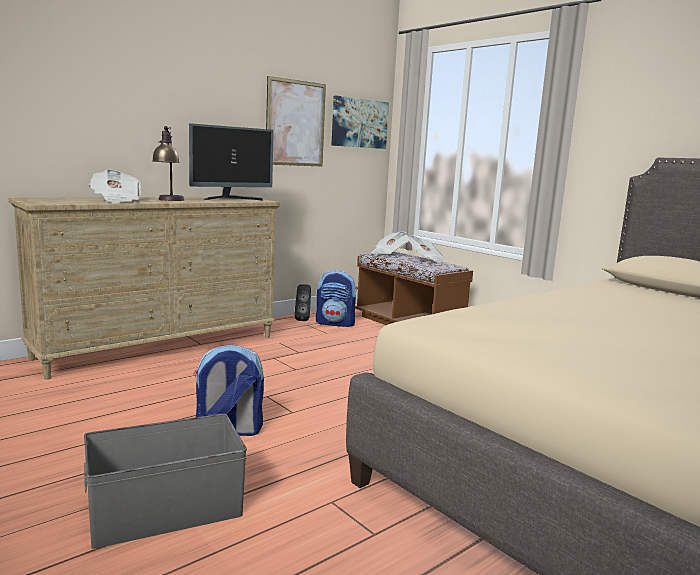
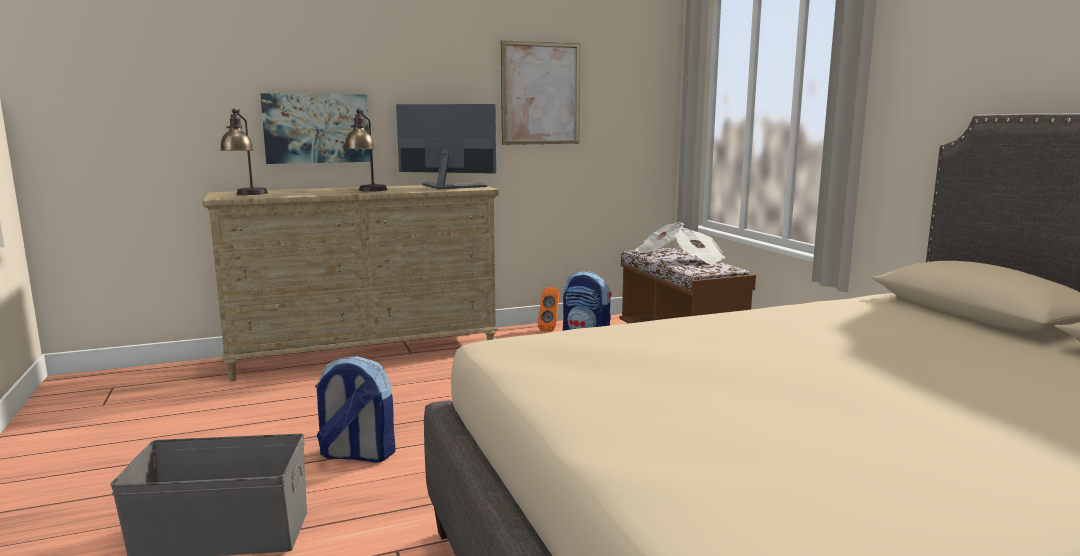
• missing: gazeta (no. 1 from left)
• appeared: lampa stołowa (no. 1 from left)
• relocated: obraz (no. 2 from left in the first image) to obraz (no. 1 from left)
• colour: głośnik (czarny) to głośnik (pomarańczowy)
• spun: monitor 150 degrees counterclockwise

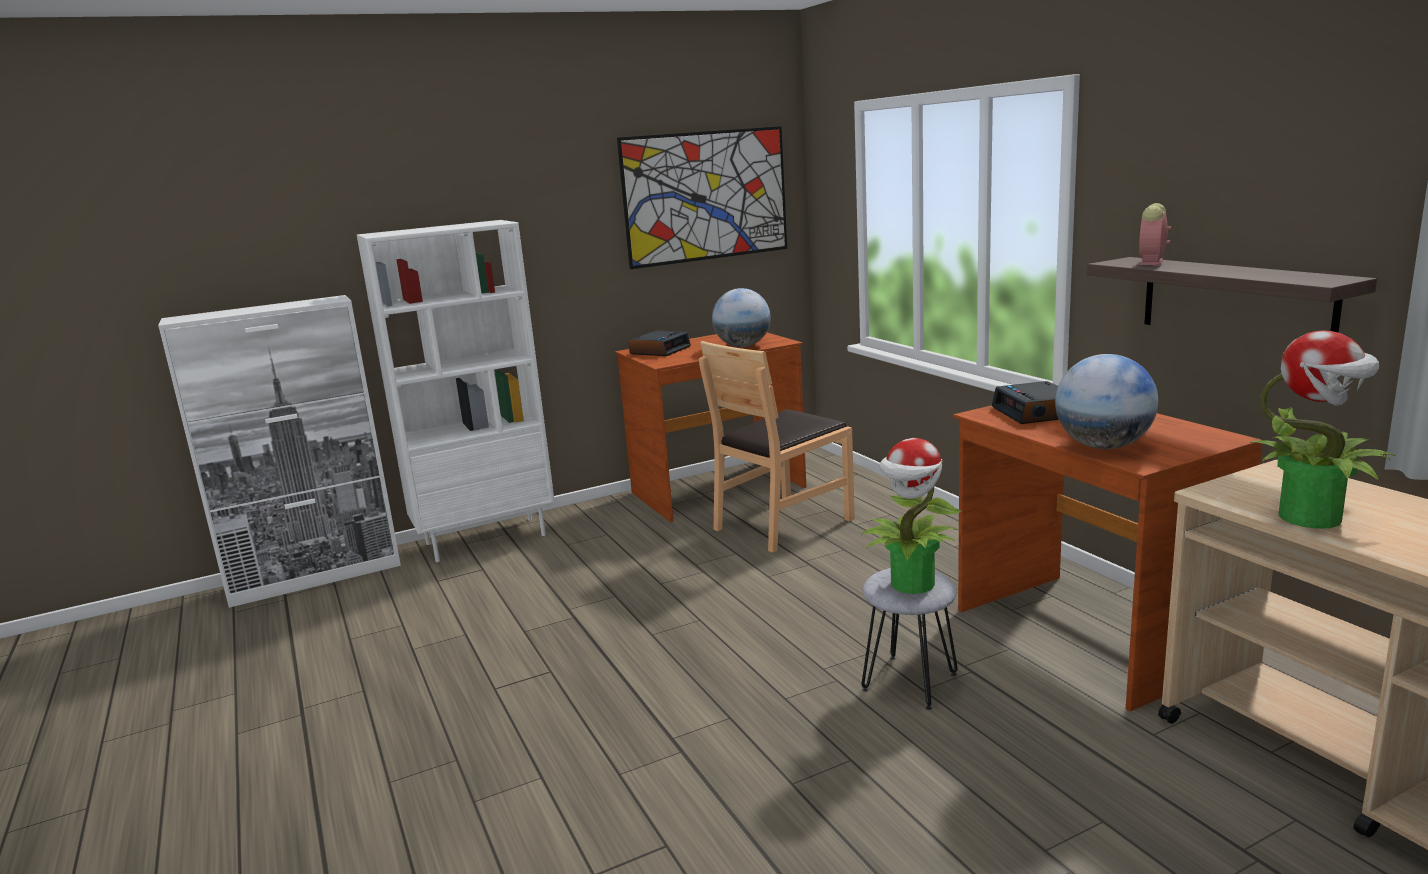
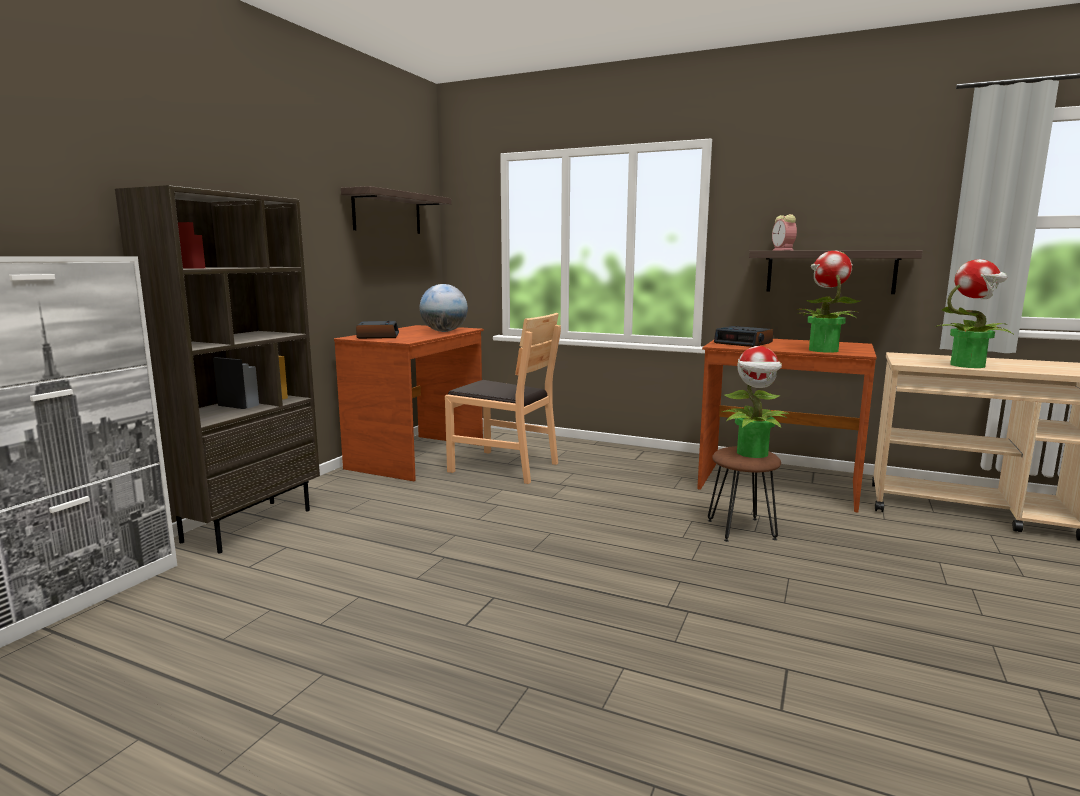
• exchanged: obraz to półka (no. 1 from left)
• exchanged: globus (no. 2 from left) to roślina doniczkowa (no. 2 from left)
• colour: regał (biały) to regał (brązowy)
• colour: stołek (szary) to stołek (brązowy)
• spun: krzesło (brązowy) 75 degrees counterclockwise

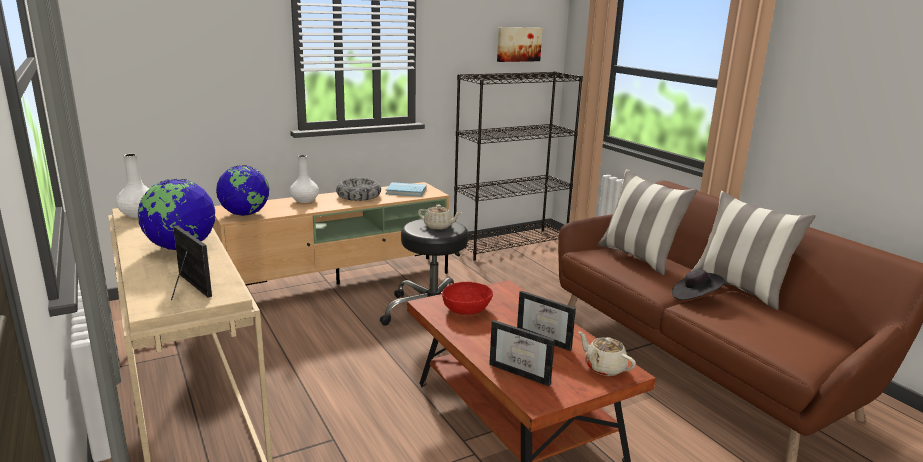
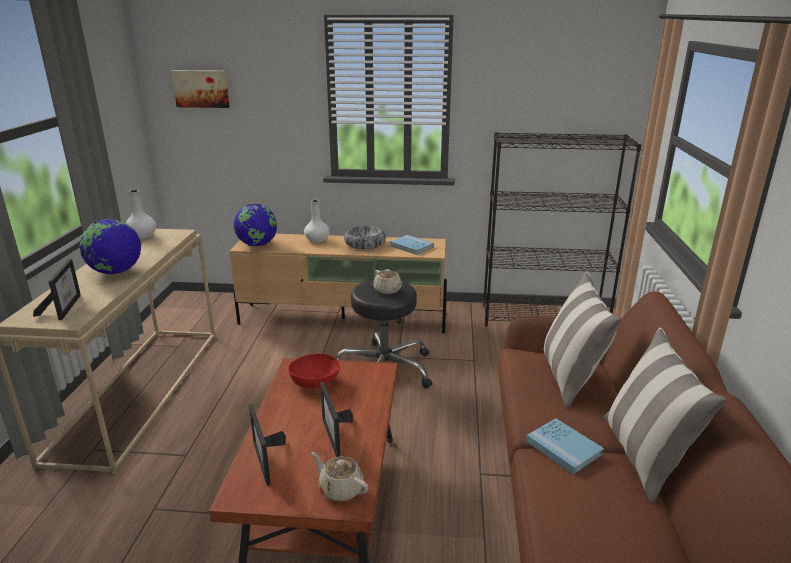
• relocated: obraz
• exchanged: kapelusz (czarny) to książka (niebieski) (no. 2 from left)
• spun: imbryk (beżowy) (no. 2 from left in the first image) 45 degrees counterclockwise

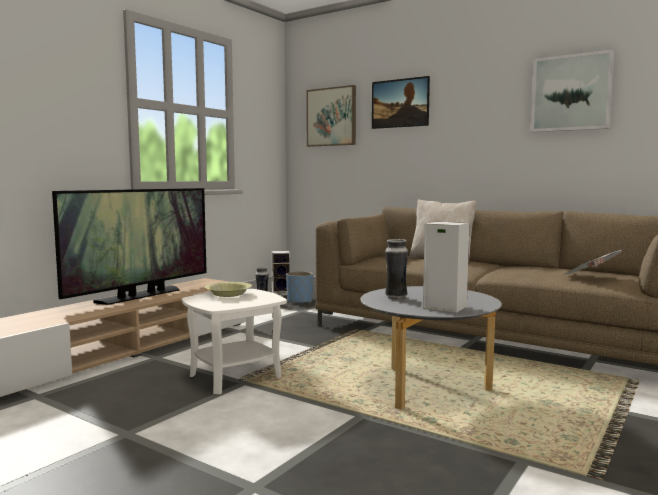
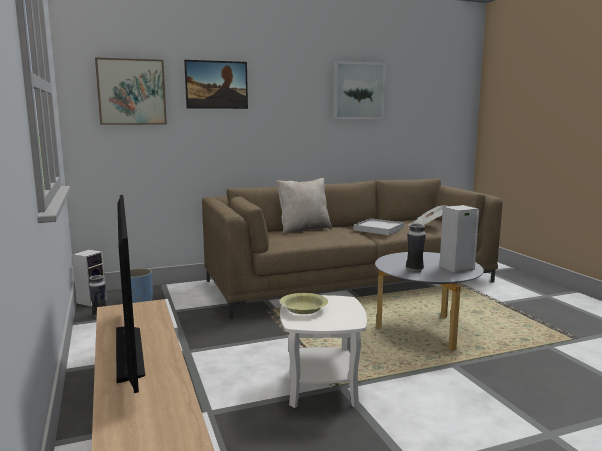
• appeared: taca (biały)

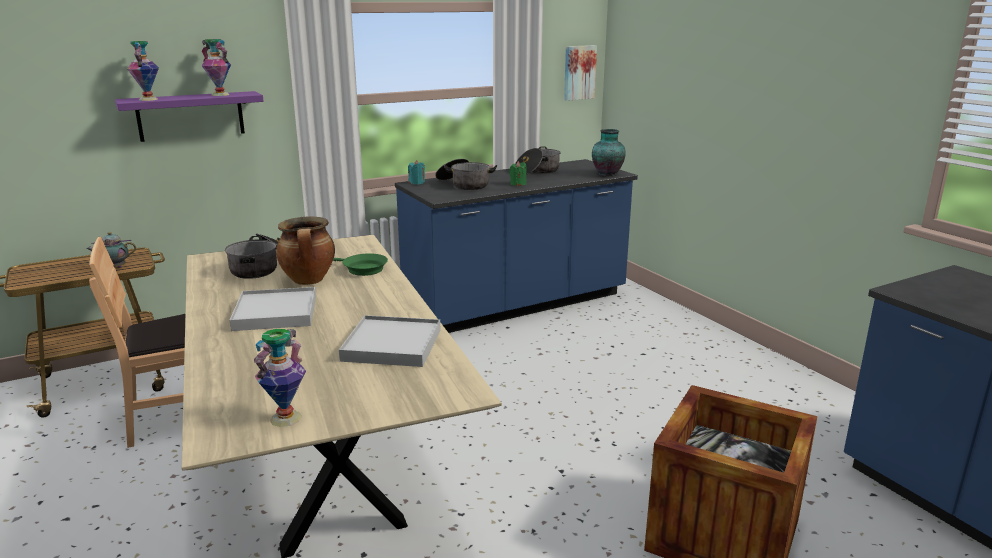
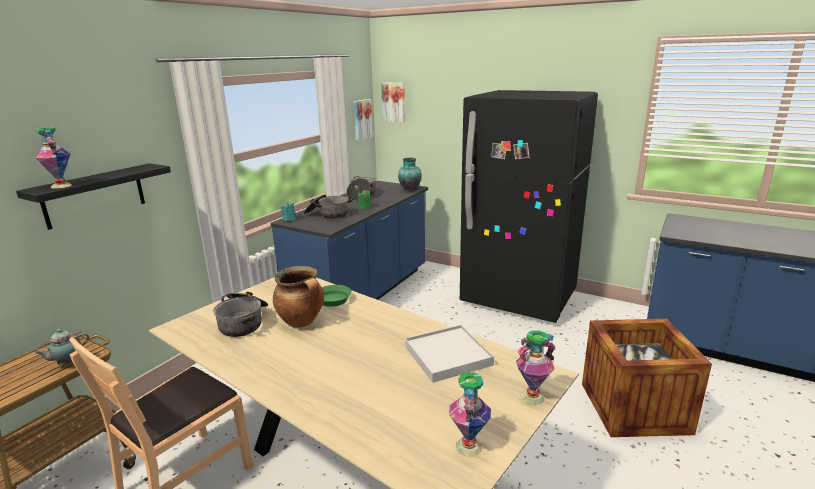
• missing: taca (biały) (no. 1 from left)
• appeared: obraz (no. 2 from left)
• appeared: lodówka (czarny)
• relocated: wazon (no. 2 from left in the first image) to wazon (no. 4 from left)
• colour: półka (fioletowy) to półka (czarny)

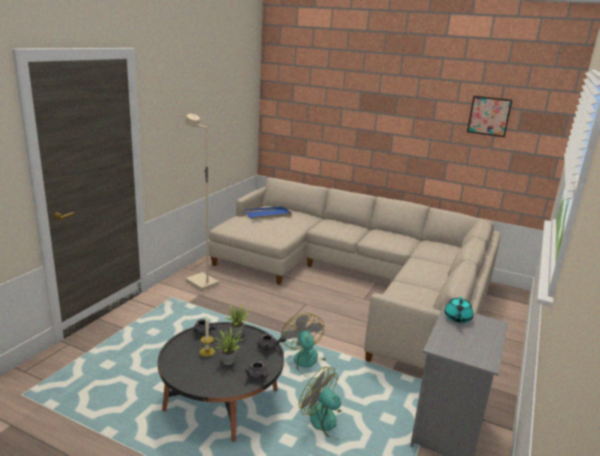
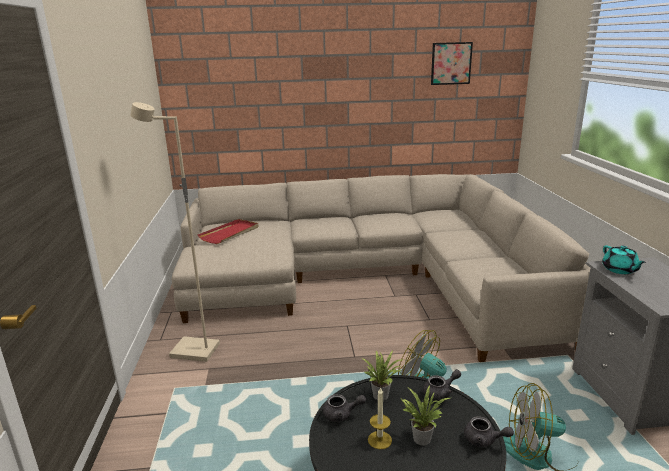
• colour: taca (niebieski) to taca (czerwony)

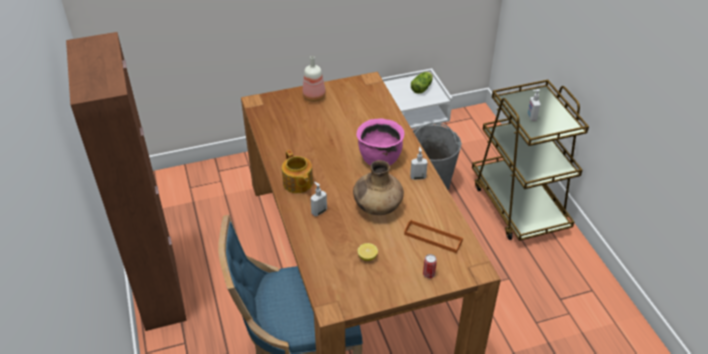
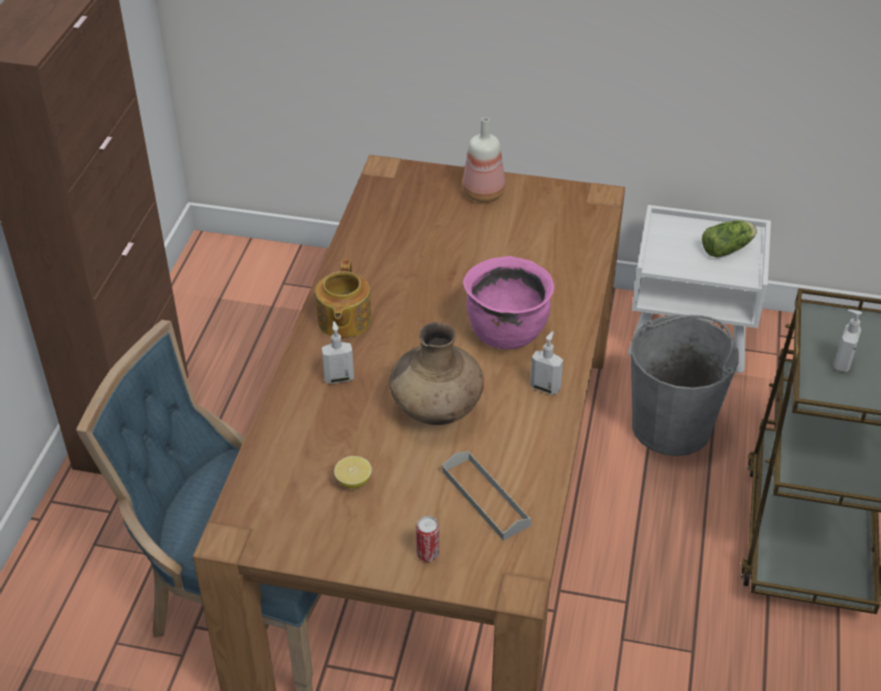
• colour: taca (pomarańczowy) to taca (szary)

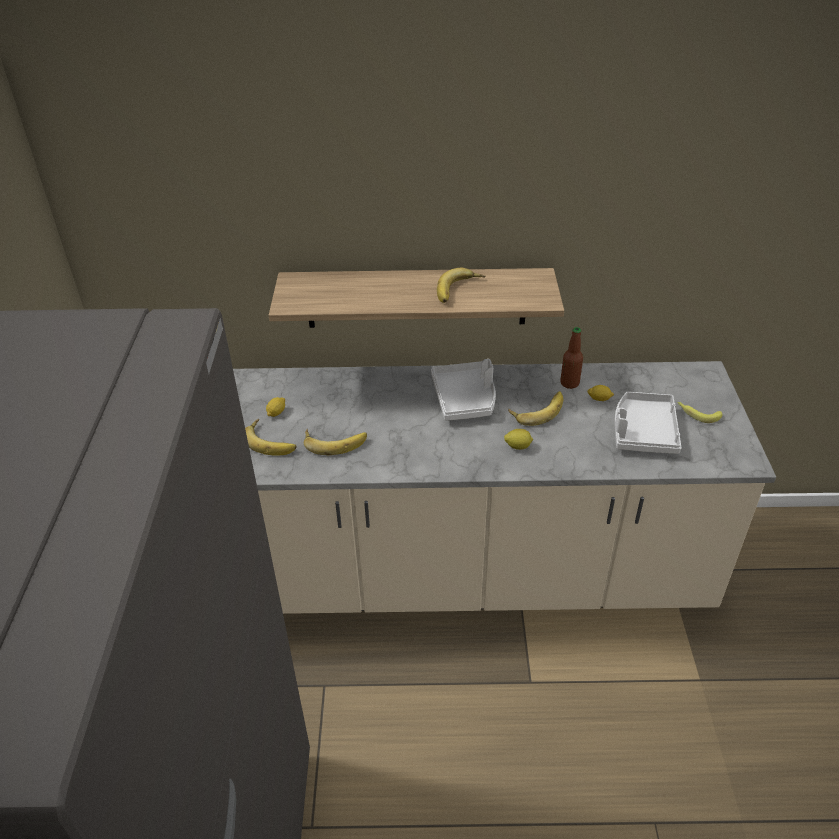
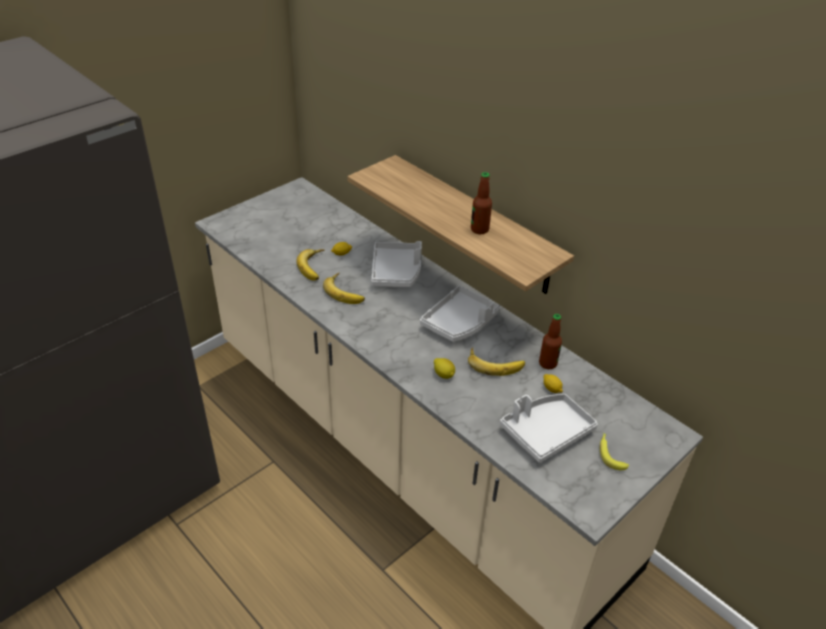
• appeared: taca (szary) (no. 1 from left)
• exchanged: banan (no. 3 from left) to butelka (no. 1 from left)

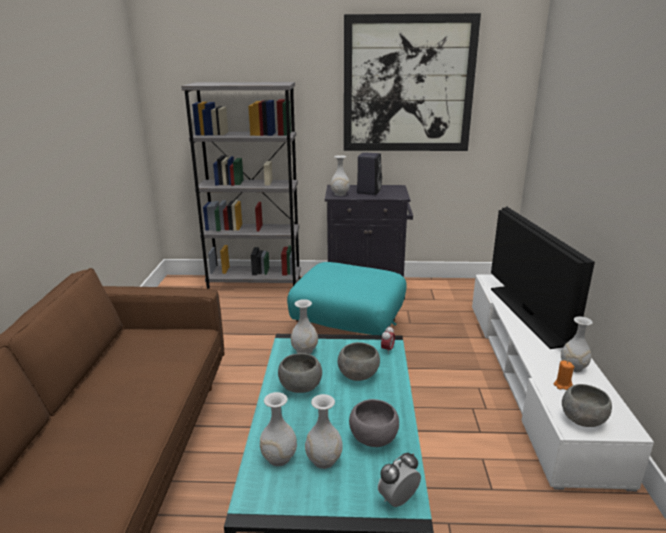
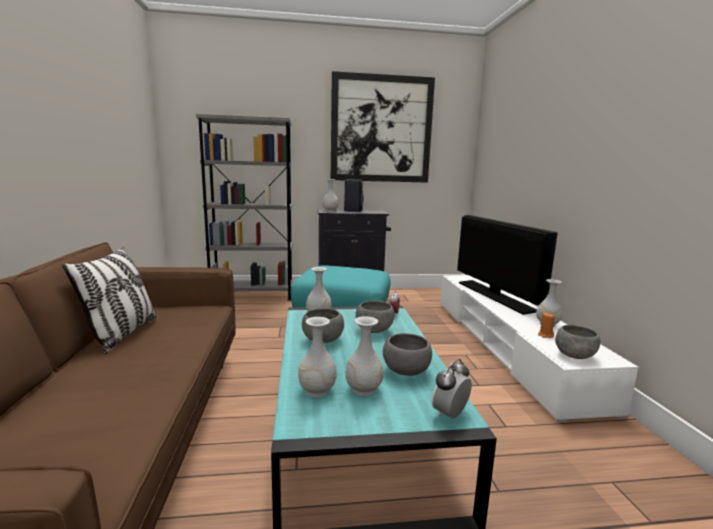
• appeared: poduszka

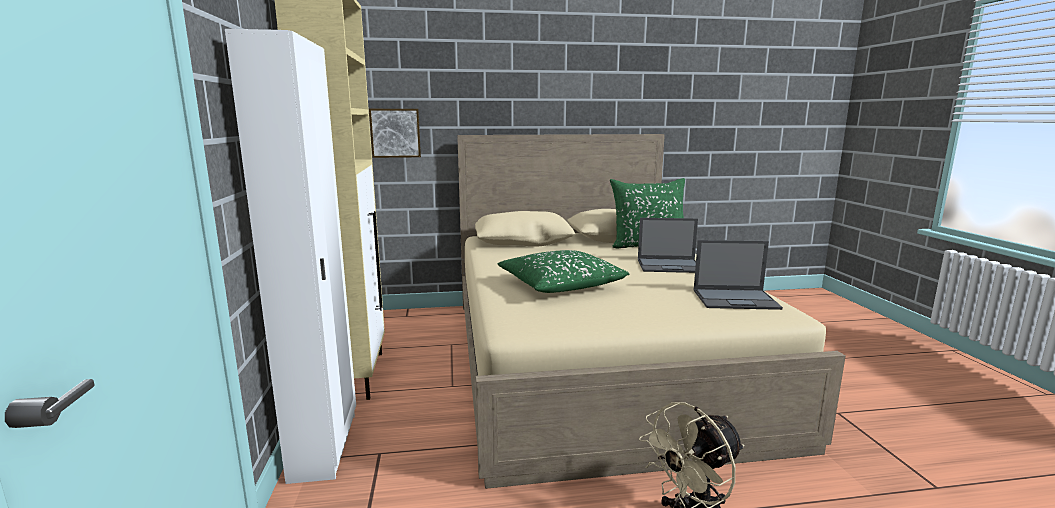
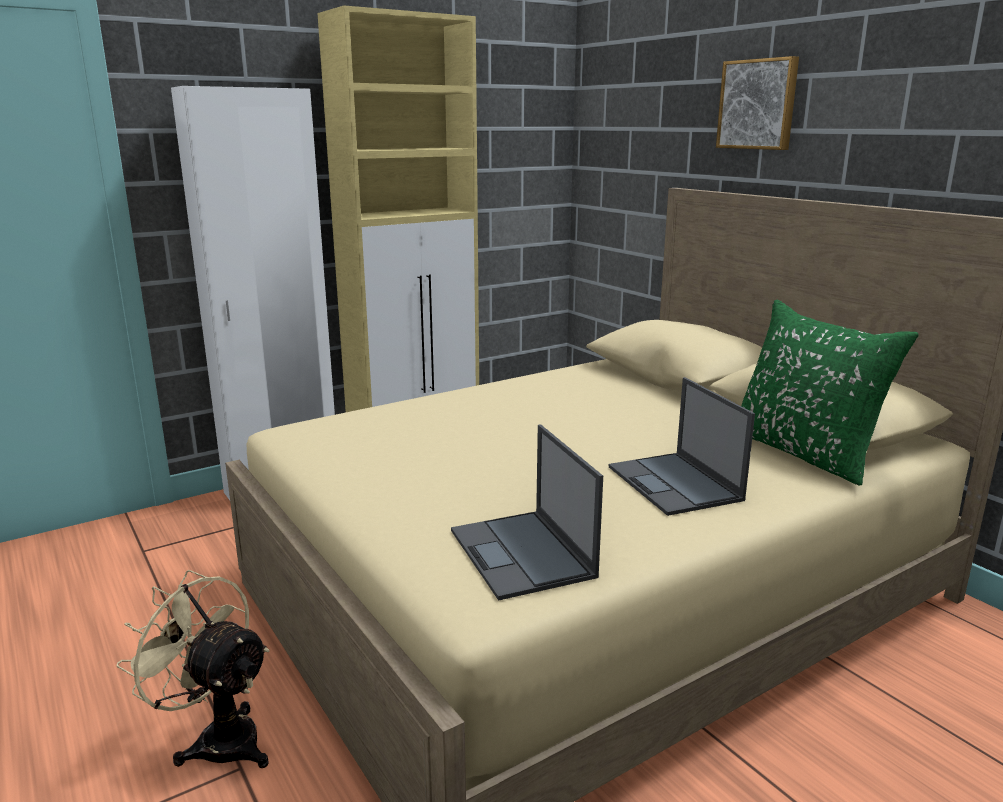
• missing: poduszka (zielony) (no. 1 from left)
• relocated: obraz

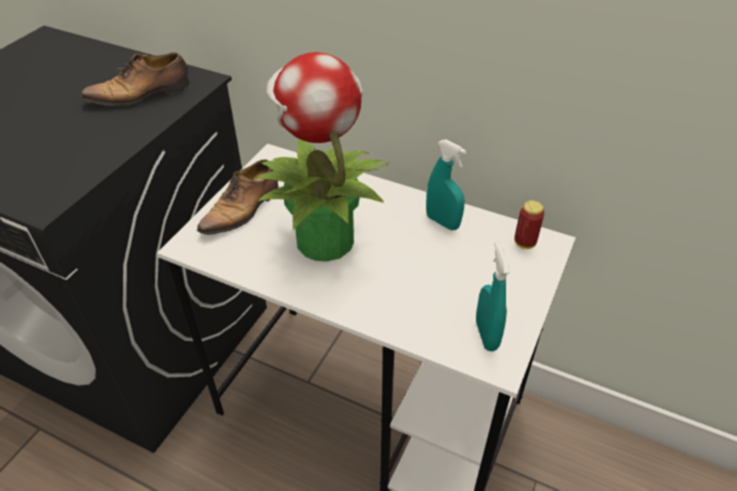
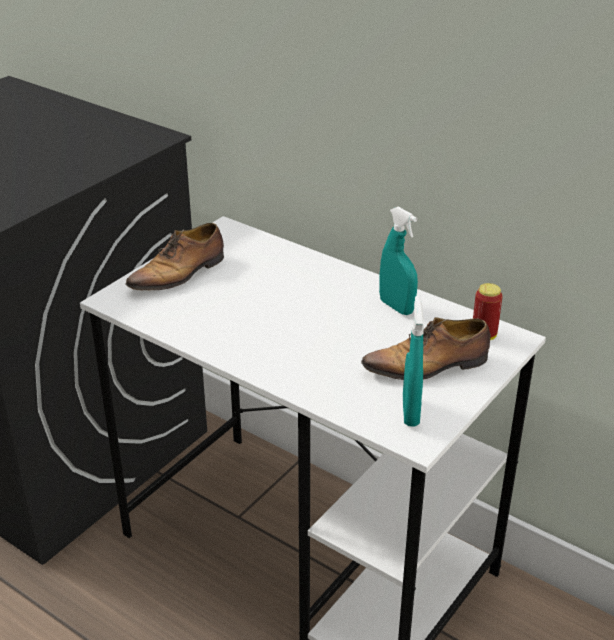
• missing: roślina doniczkowa
• relocated: but (no. 1 from left in the first image) to but (no. 2 from left)

